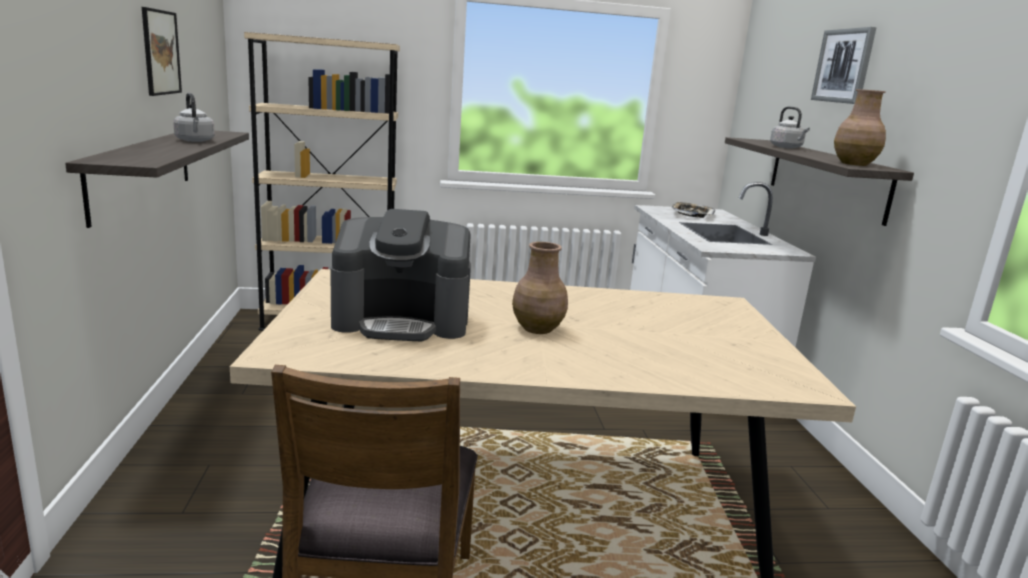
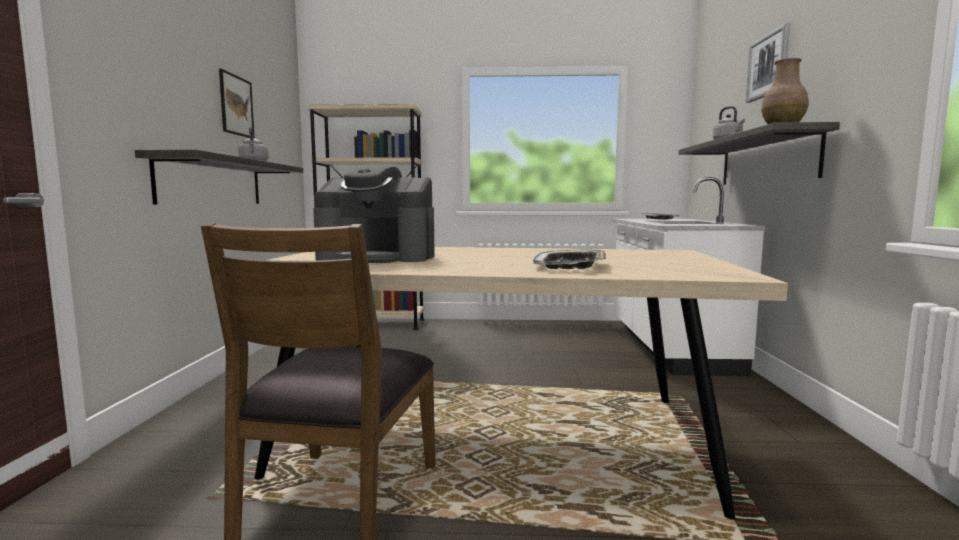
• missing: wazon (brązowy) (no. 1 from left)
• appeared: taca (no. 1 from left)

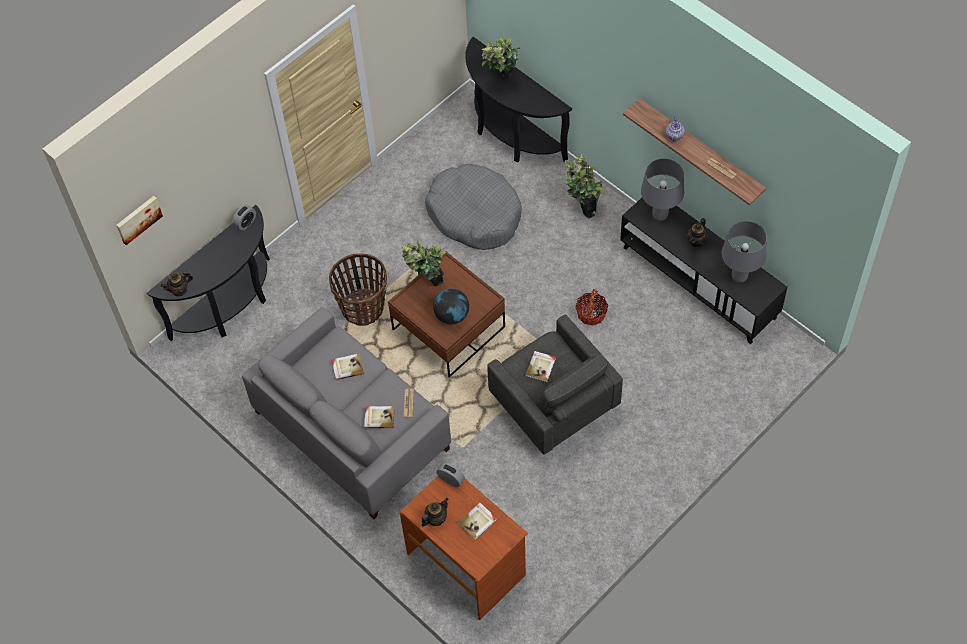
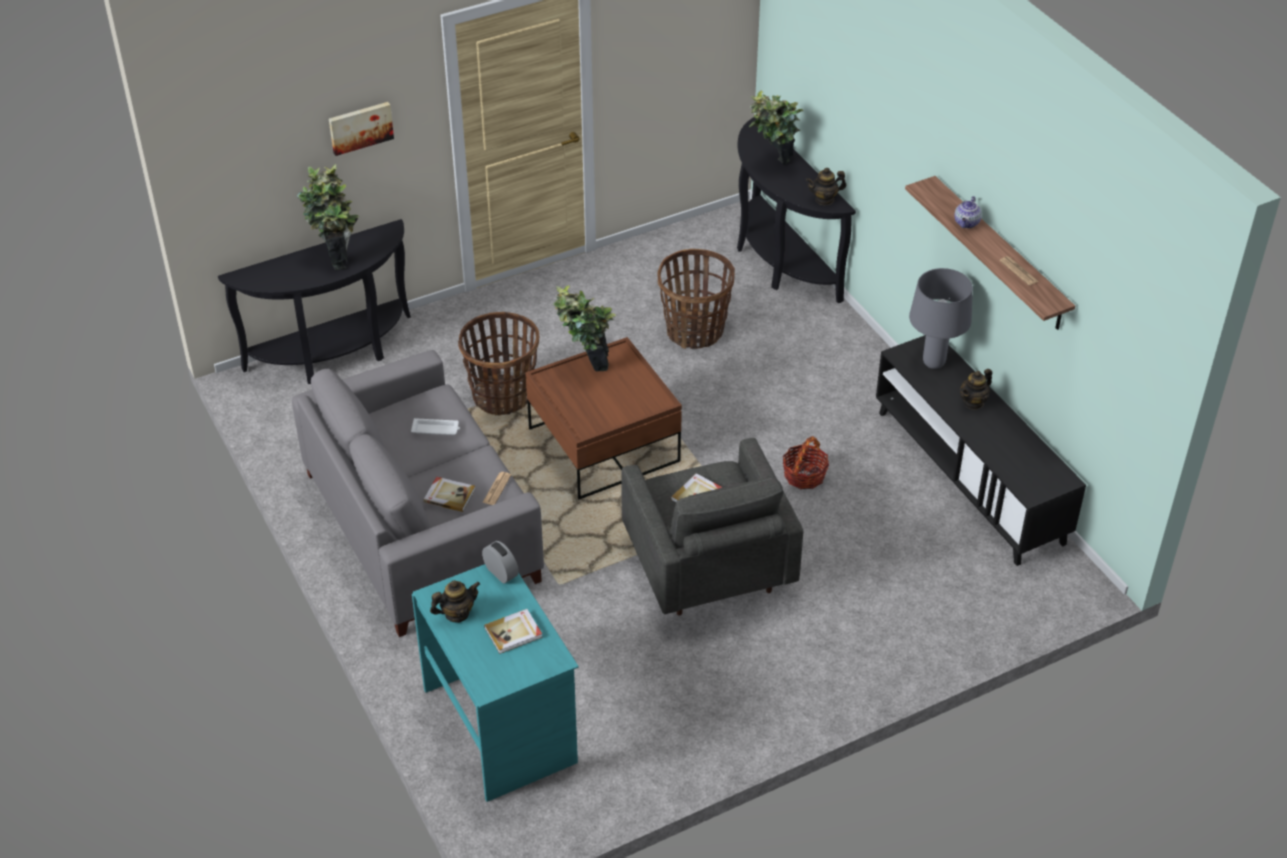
• missing: budzik (no. 1 from left)
• missing: globus
• missing: lampa stołowa (szary) (no. 2 from left)
• relocated: obraz
• relocated: imbryk (no. 1 from left in the first image) to imbryk (no. 2 from left)
• relocated: roślina doniczkowa (no. 3 from left in the first image) to roślina doniczkowa (no. 1 from left)
• exchanged: książka (no. 1 from left) to taca (biały)
• exchanged: legowisko (szary) to koszyk (no. 2 from left)
• colour: biurko (brązowy) to biurko (turkusowy)

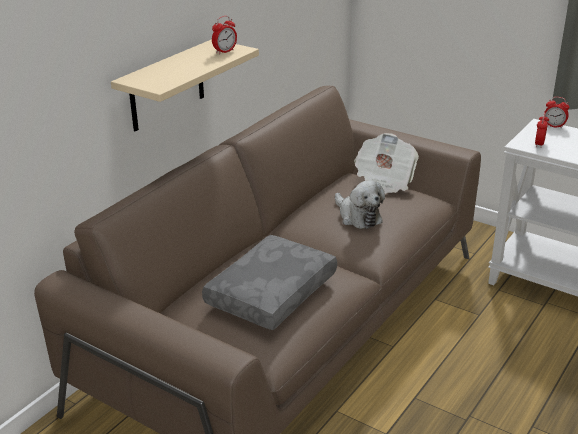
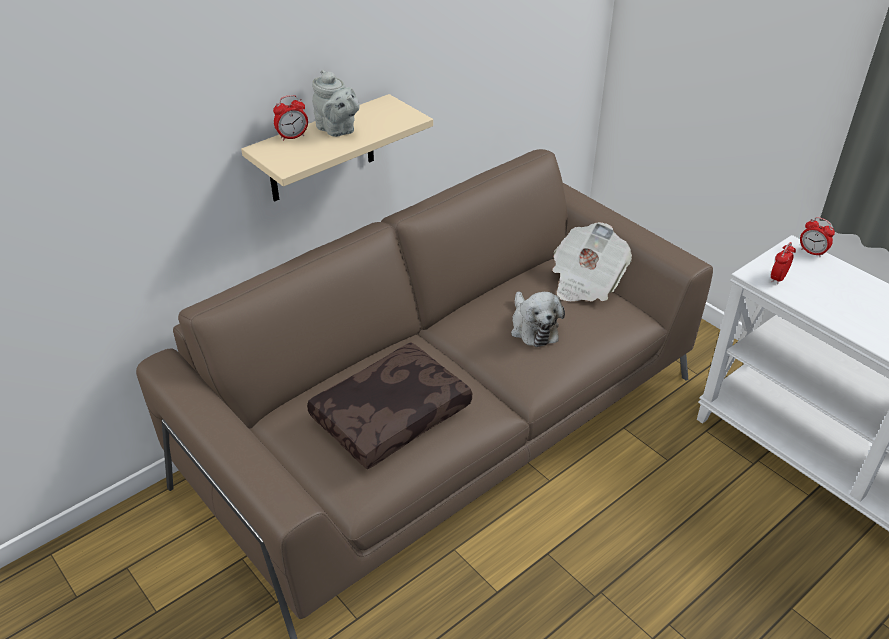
• appeared: imbryk (szary)
• relocated: budzik (no. 1 from left)
• colour: poduszka (szary) to poduszka (brązowy)

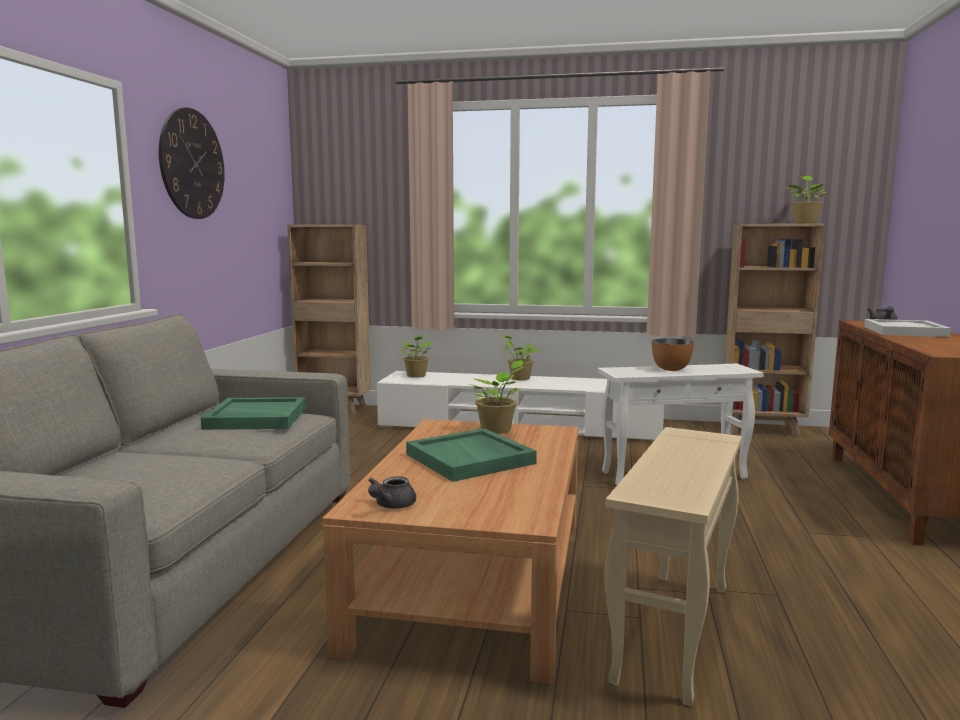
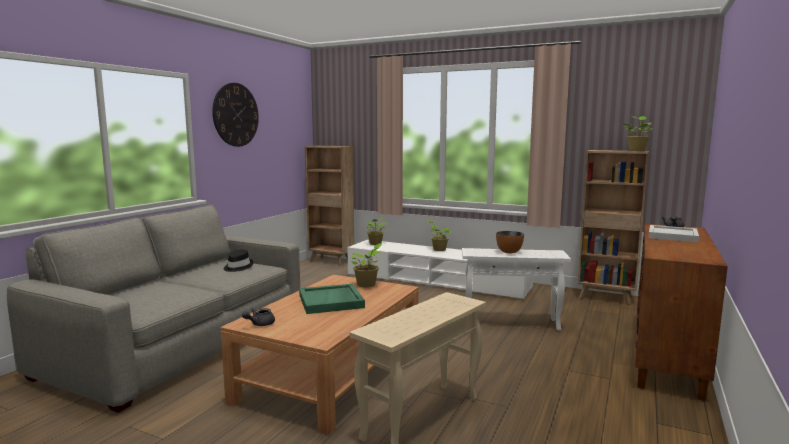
• exchanged: taca (zielony) (no. 1 from left) to kapelusz (czarny)

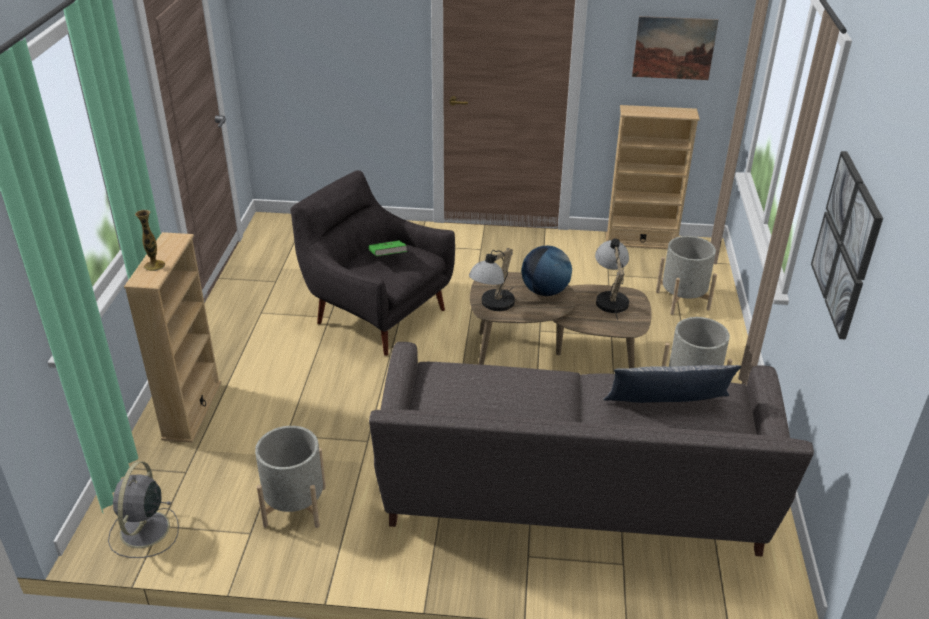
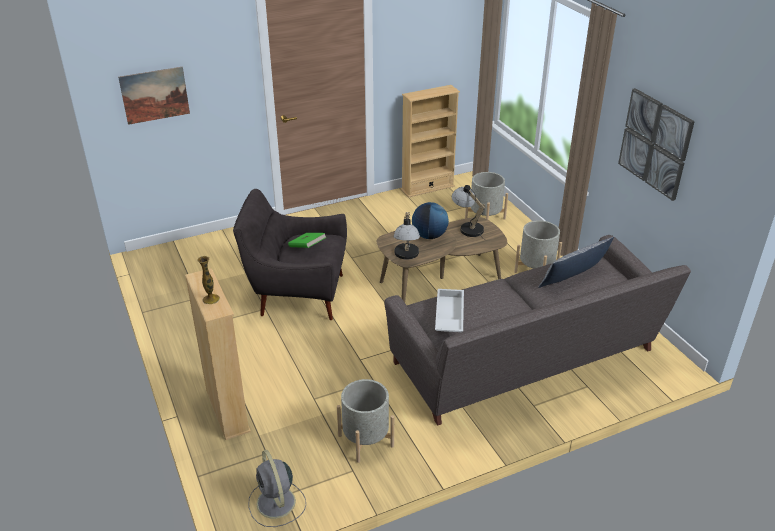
• appeared: taca (biały)
• relocated: obraz (no. 1 from left)

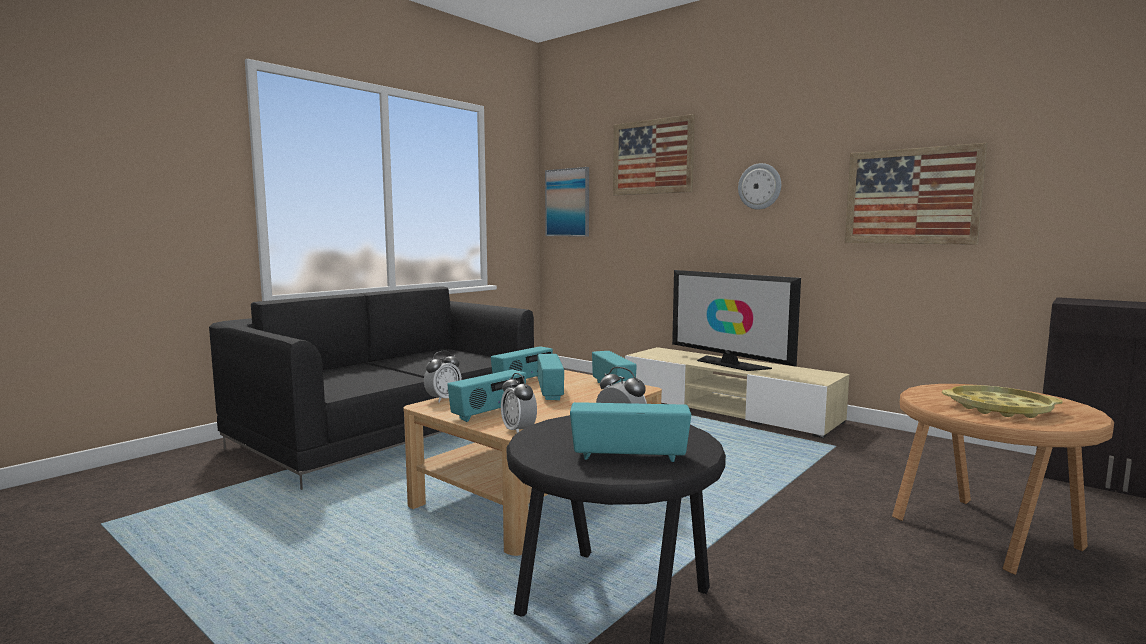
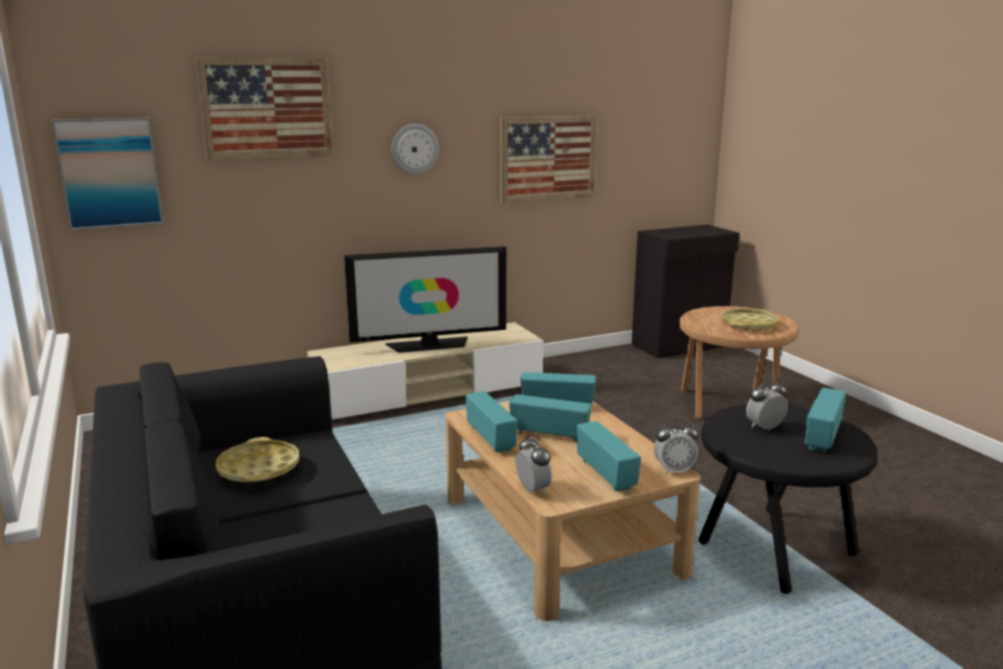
• appeared: taca (żółty) (no. 1 from left)

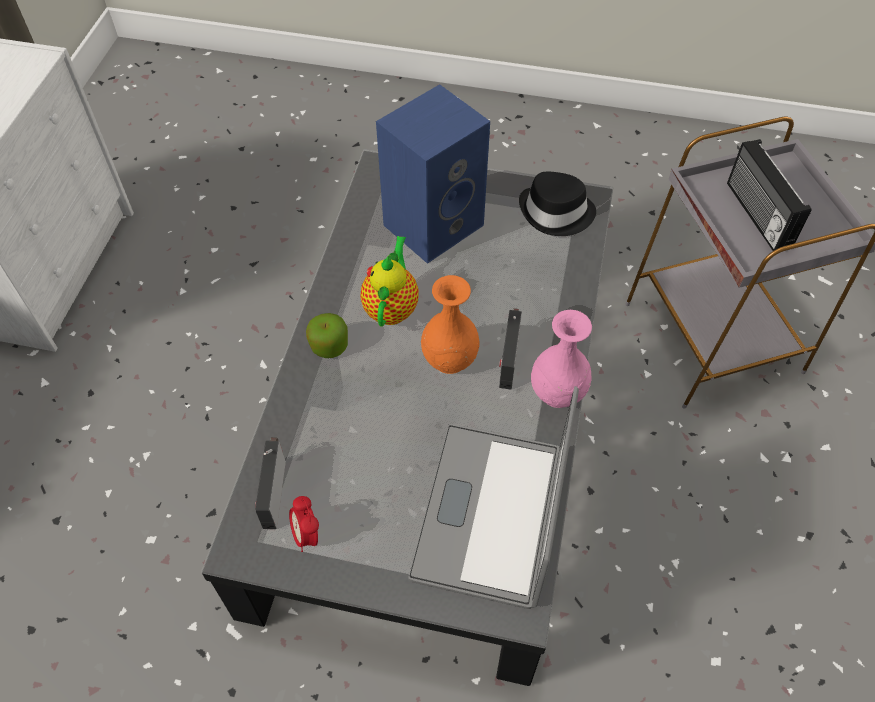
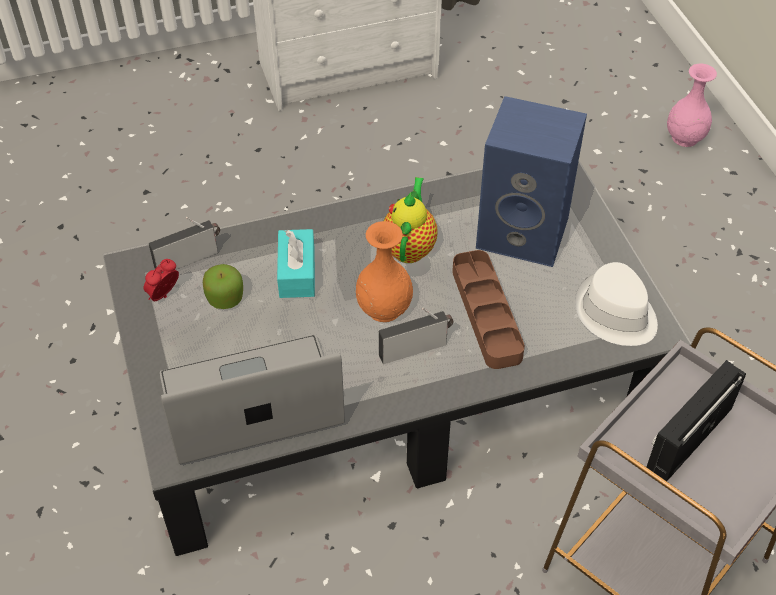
• appeared: pudełko chusteczek (turkusowy)
• appeared: taca (brązowy)
• relocated: jabłko
• relocated: wazon (różowy)
• colour: kapelusz (czarny) to kapelusz (biały)
• spun: imbryk 60 degrees counterclockwise

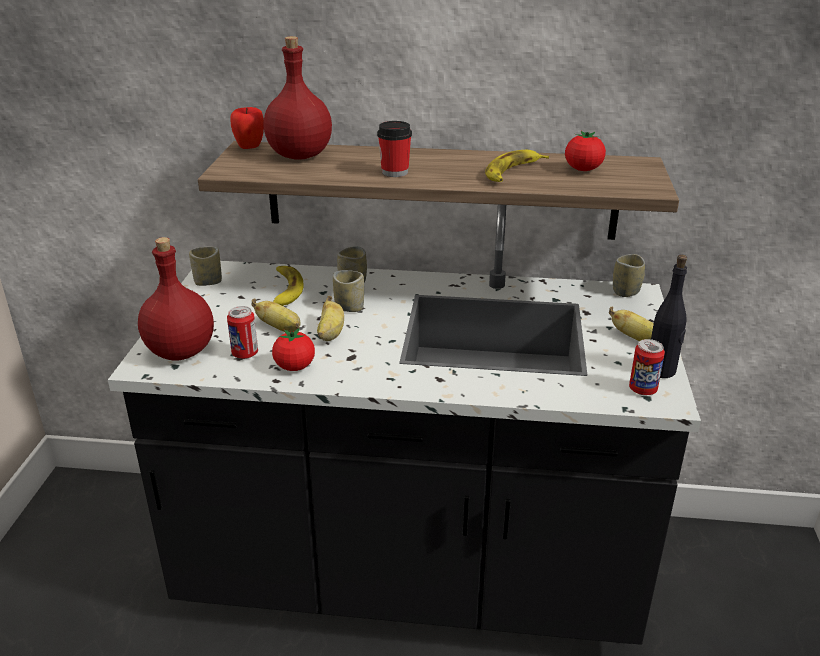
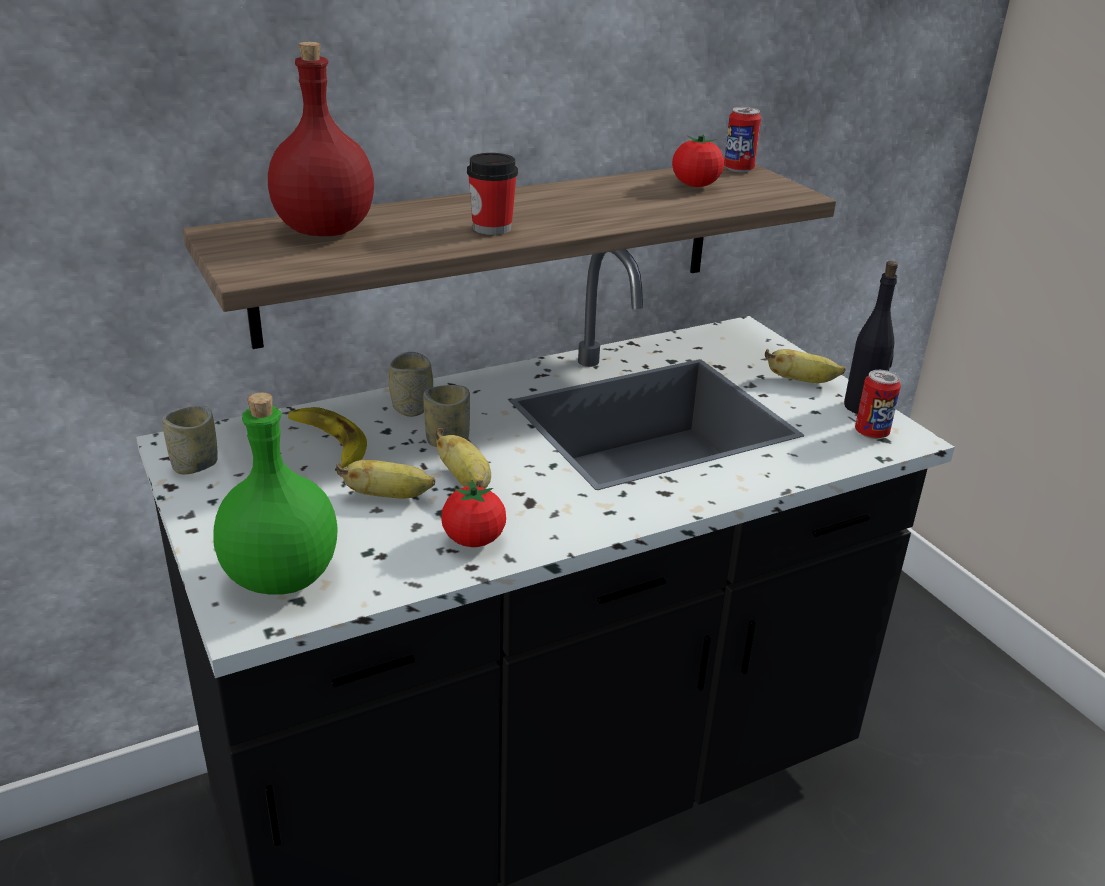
• missing: jabłko
• missing: banan (no. 4 from left)
• missing: filiżanka (no. 5 from left)
• relocated: puszka (no. 1 from left)
• colour: butelka (czerwony) (no. 1 from left) to butelka (zielony)

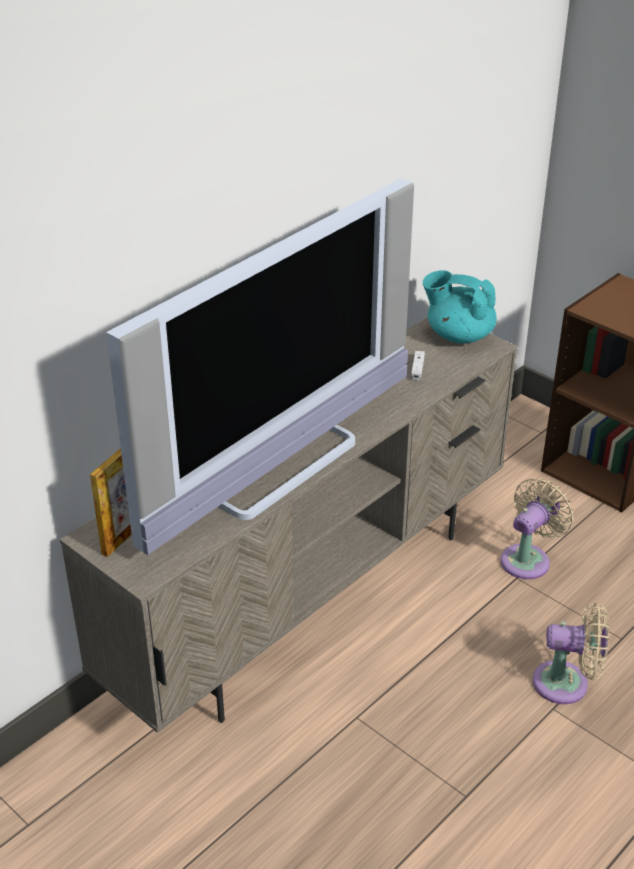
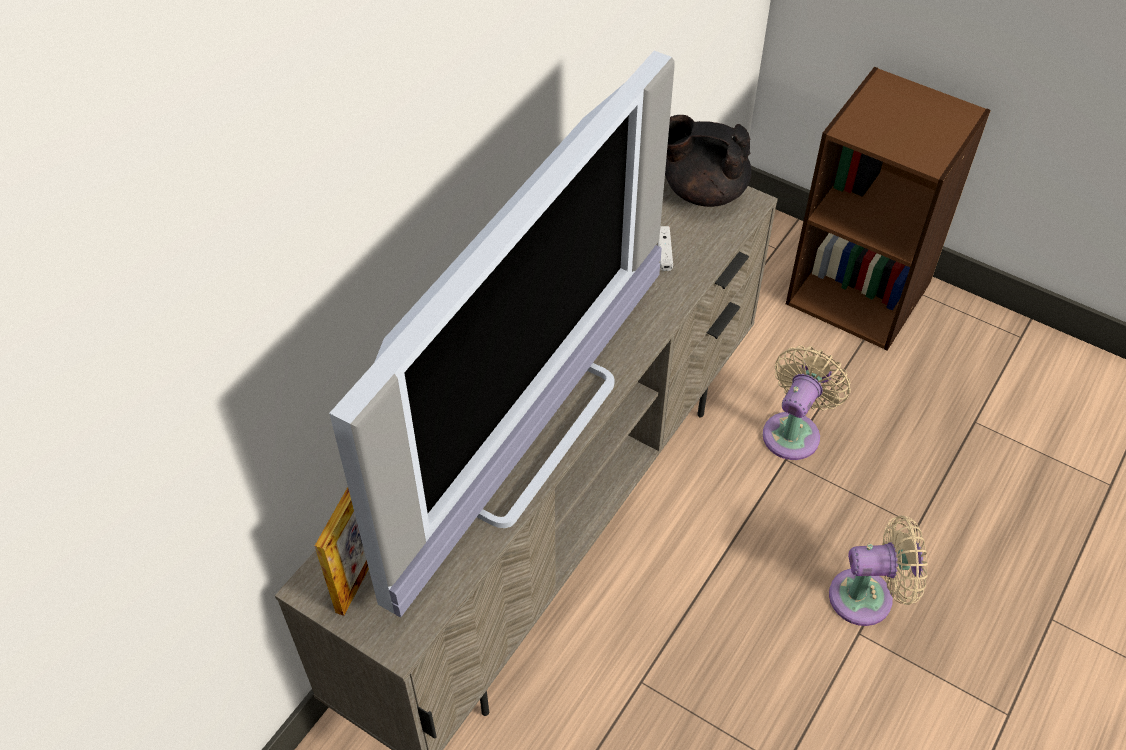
• colour: imbryk (turkusowy) to imbryk (czarny)

